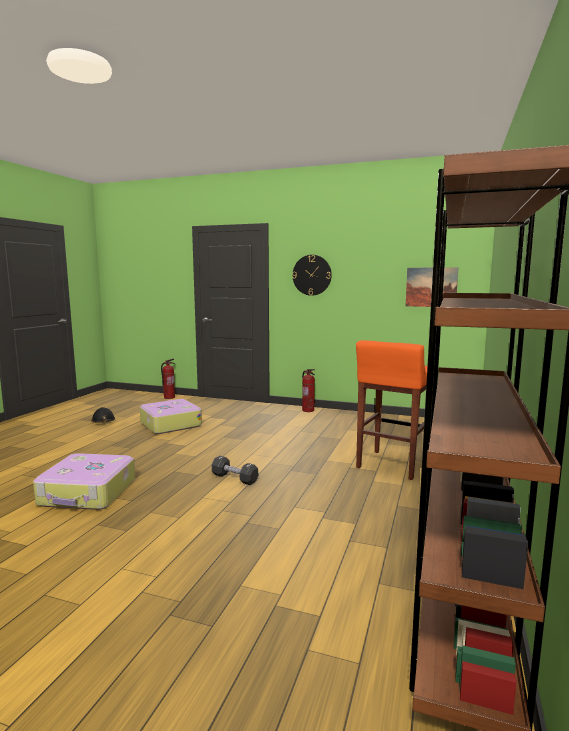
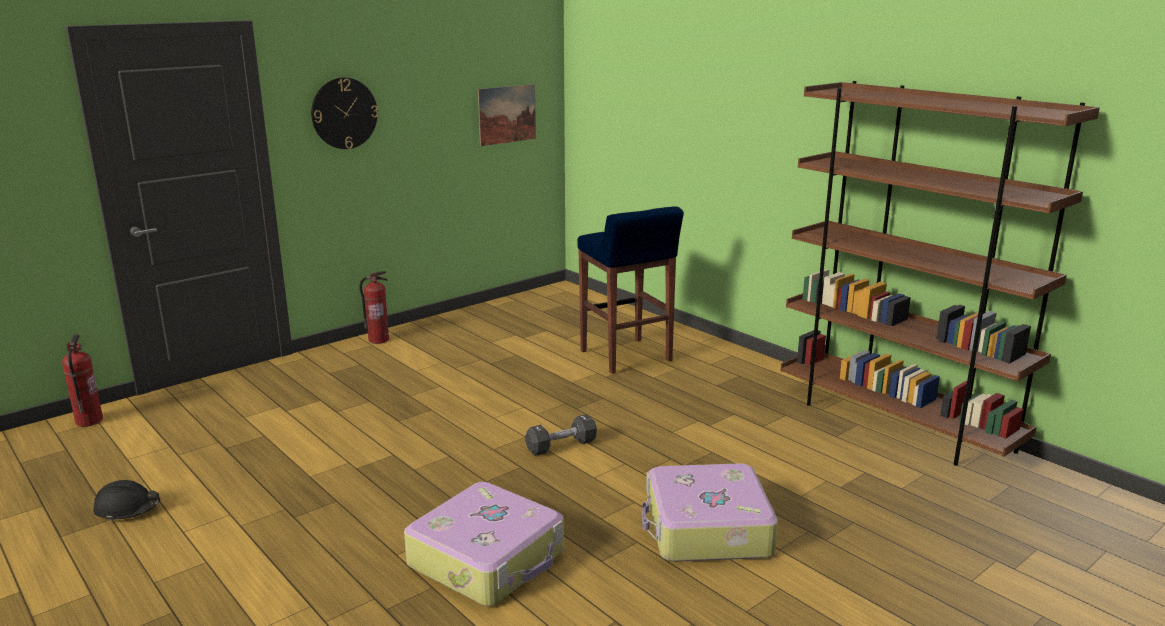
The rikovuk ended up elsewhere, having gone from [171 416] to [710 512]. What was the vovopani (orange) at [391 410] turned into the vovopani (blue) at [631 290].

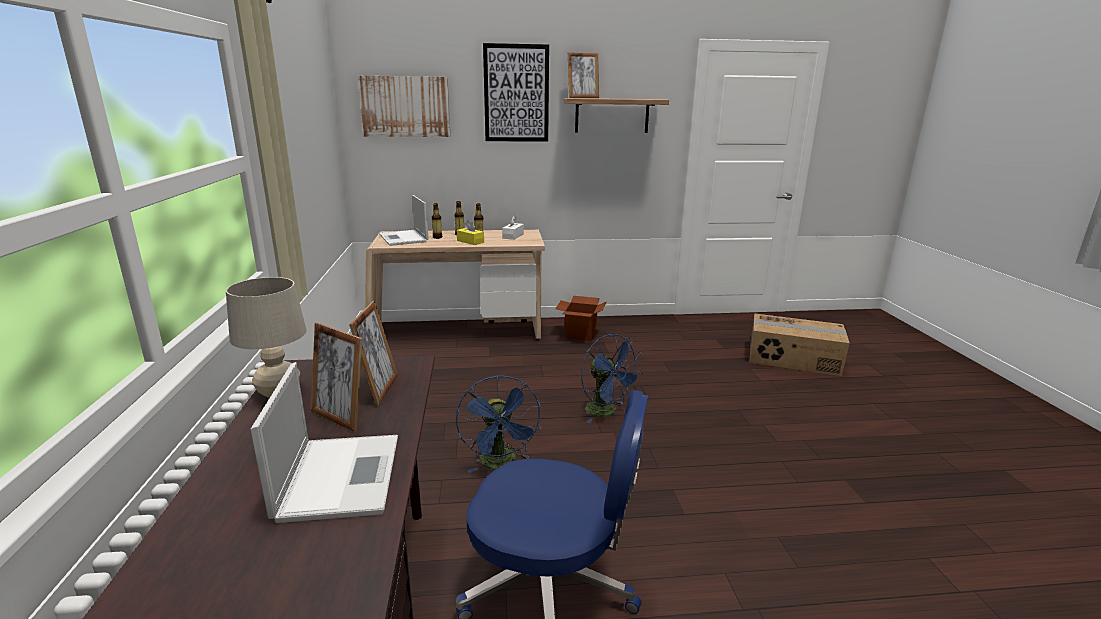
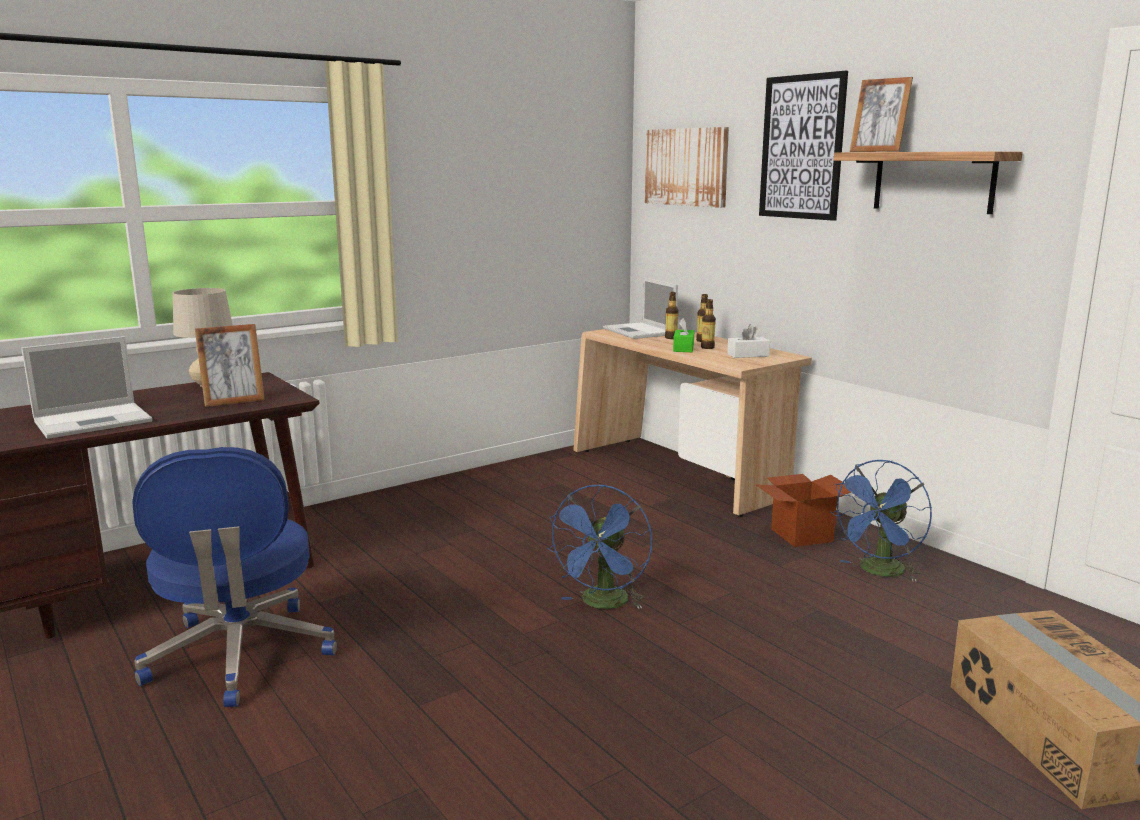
The second view lost the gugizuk at [336 377]. The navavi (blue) ended up elsewhere, having gone from [498 424] to [881 521]. What was the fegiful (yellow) at [470 232] turned into the fegiful (green) at [683 335]. The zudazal at [404 220] ended up facing another way, 60 degrees counterclockwise from before.

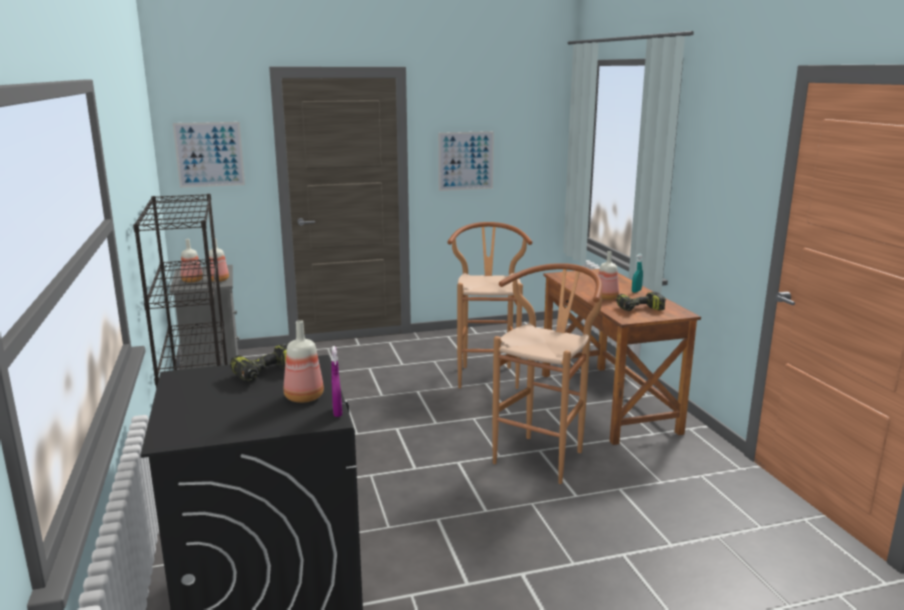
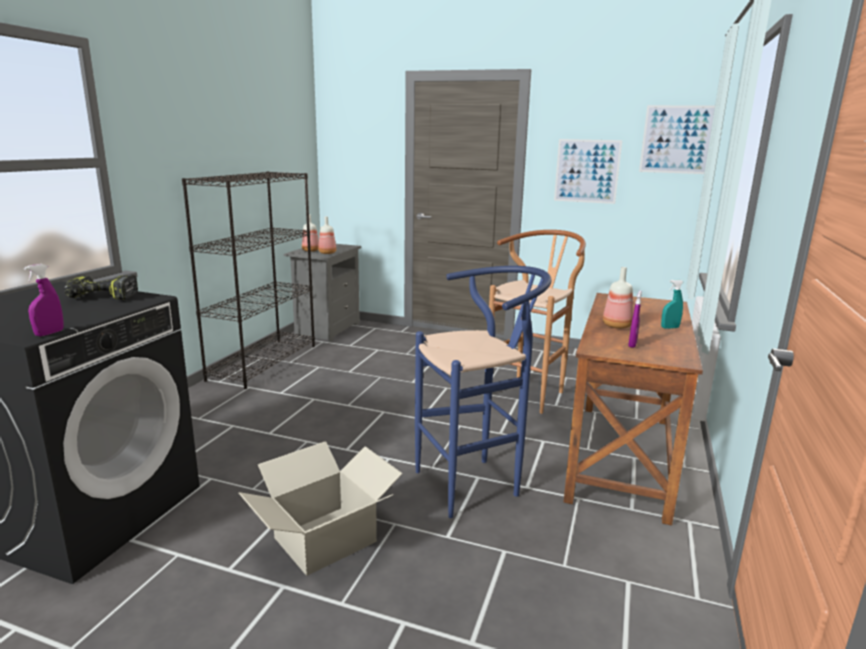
The second view lost the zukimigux at [304 361]. The second view gained the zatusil at [321 508]. The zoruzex ended up elsewhere, having gone from [209 155] to [677 139]. Where the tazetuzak stood at [641 301], the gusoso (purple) came to stand at [635 319]. What was the vovopani (brown) at [547 373] turned into the vovopani (blue) at [483 392].

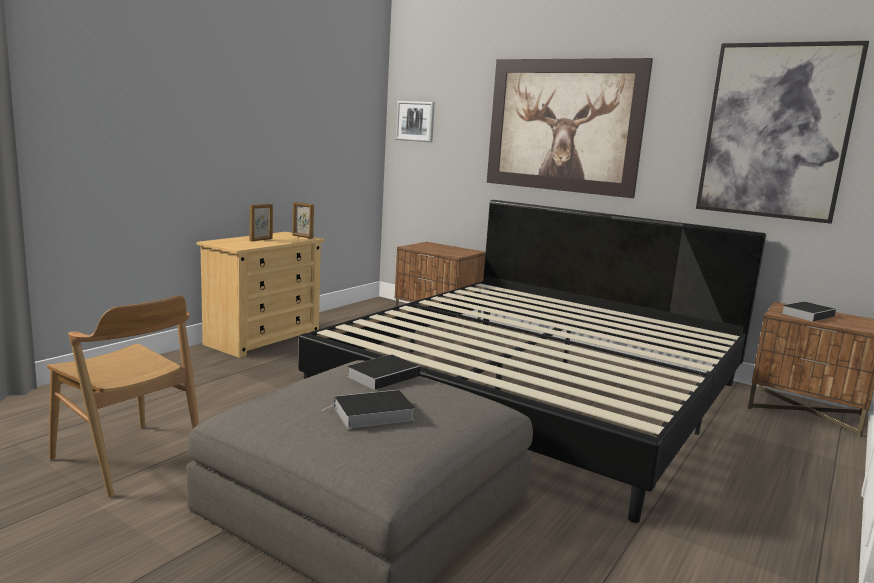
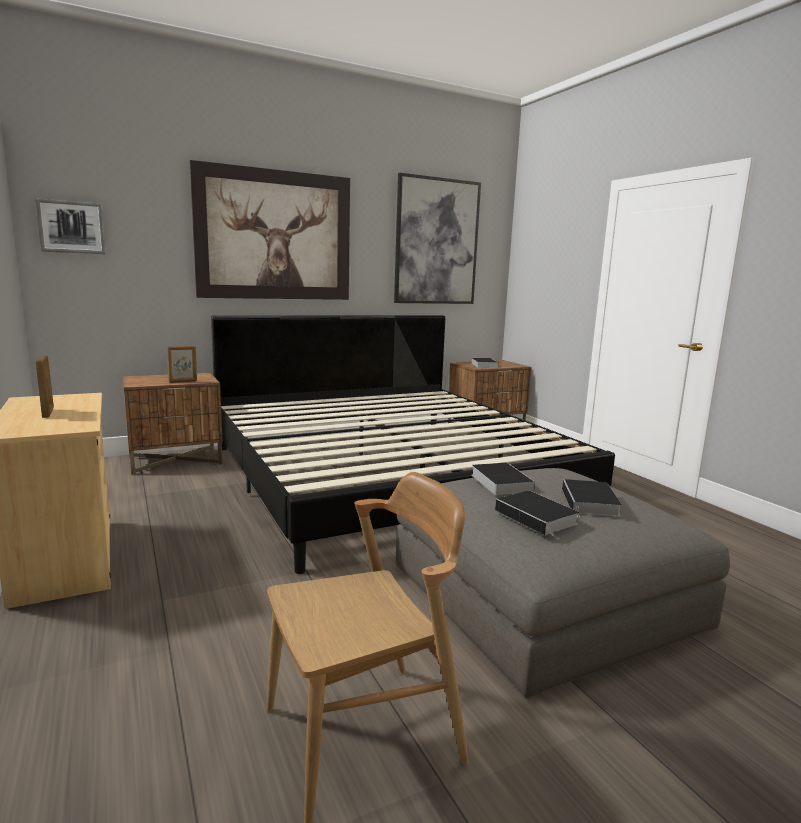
The second view gained the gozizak at [537 515]. The gugizuk ended up elsewhere, having gone from [303 220] to [182 364].

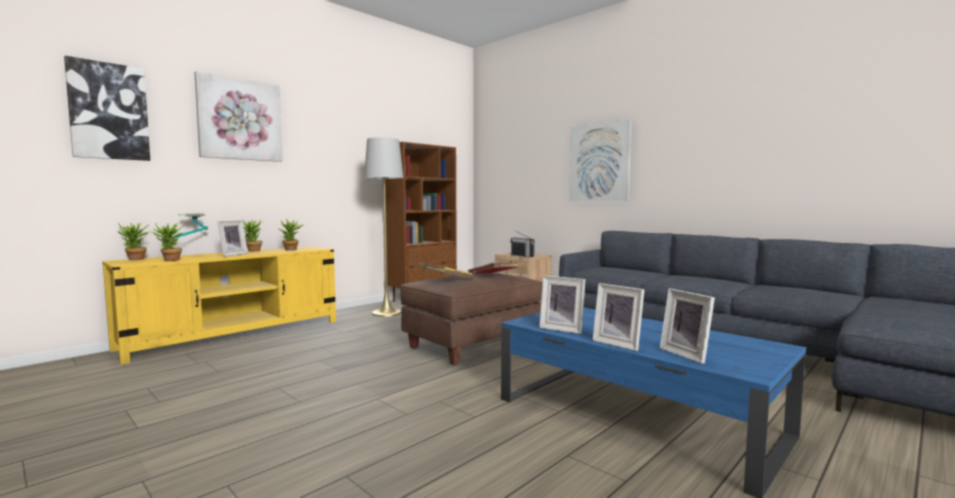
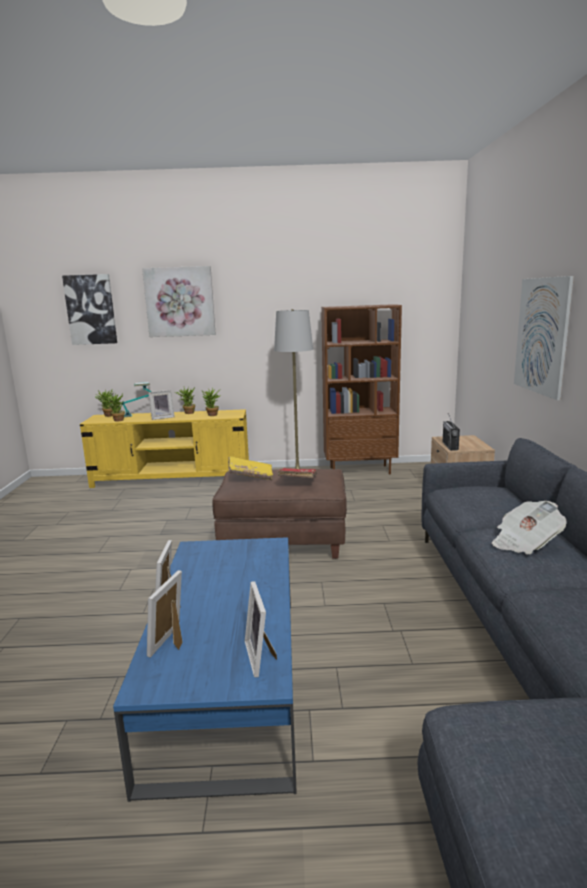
The second view gained the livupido at [529 528]. The gugizuk ended up elsewhere, having gone from [562 304] to [261 629].

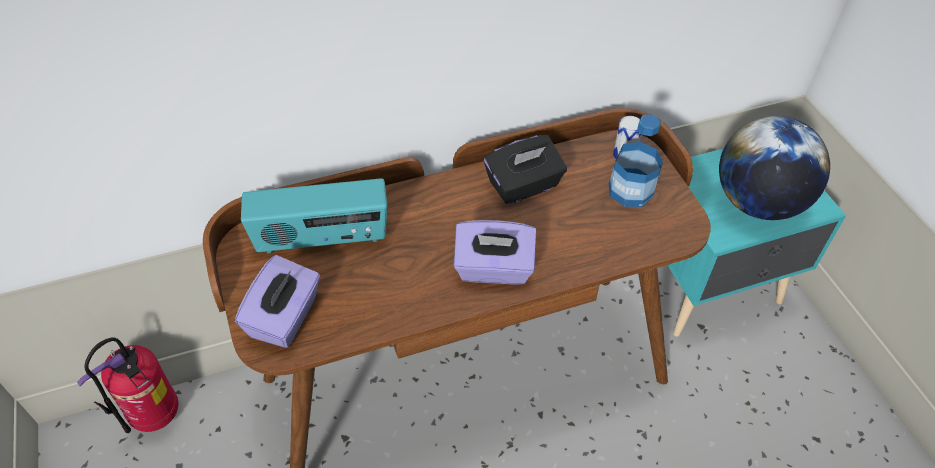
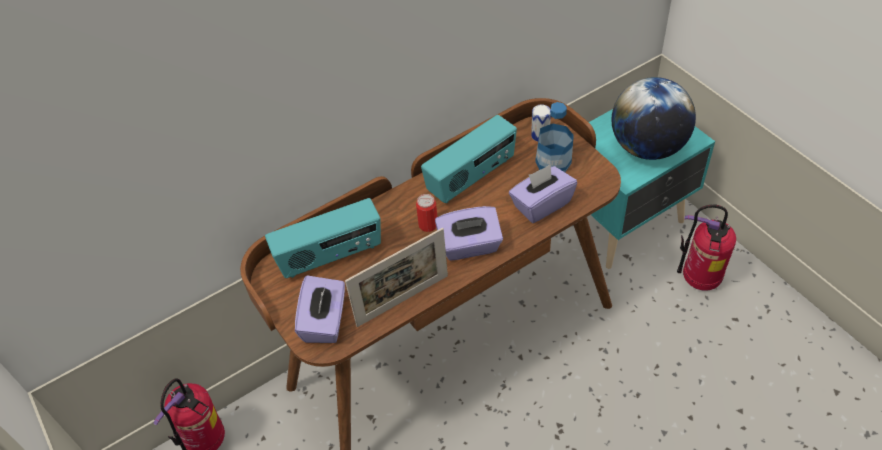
The second view gained the gugizuk at [396 277]. The second view gained the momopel at [426 213]. The second view gained the fegiful (purple) at [543 193]. The second view gained the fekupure at [706 247]. Where the fegiful (black) stood at [525 169], the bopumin came to stand at [469 159].

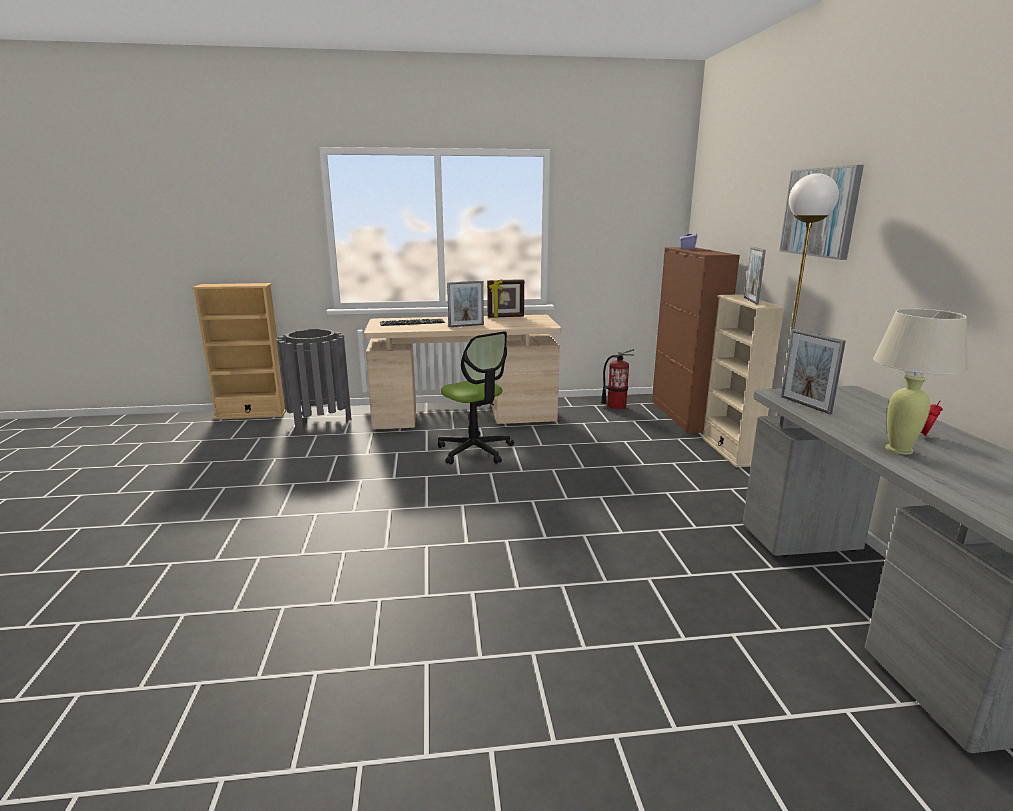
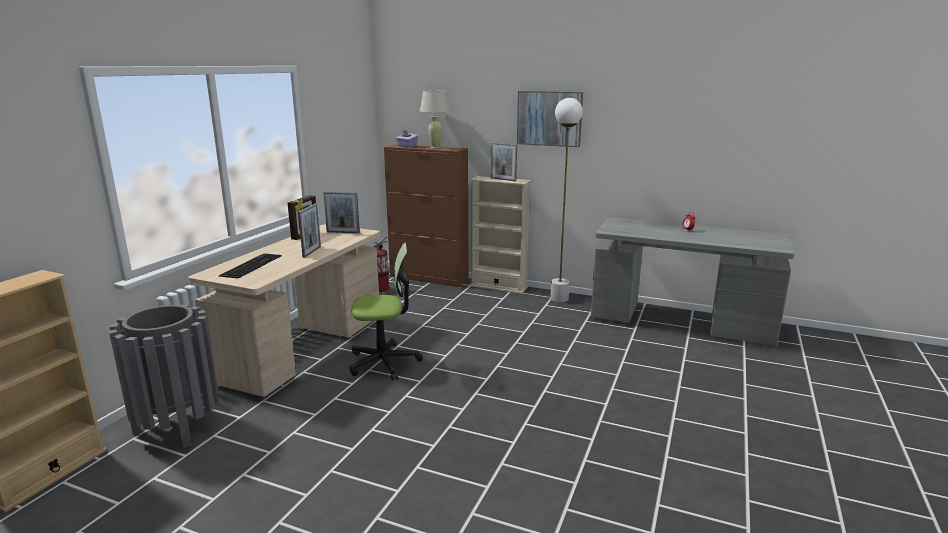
The gugizuk ended up elsewhere, having gone from [813 372] to [341 212]. The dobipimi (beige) ended up elsewhere, having gone from [920 381] to [435 119].

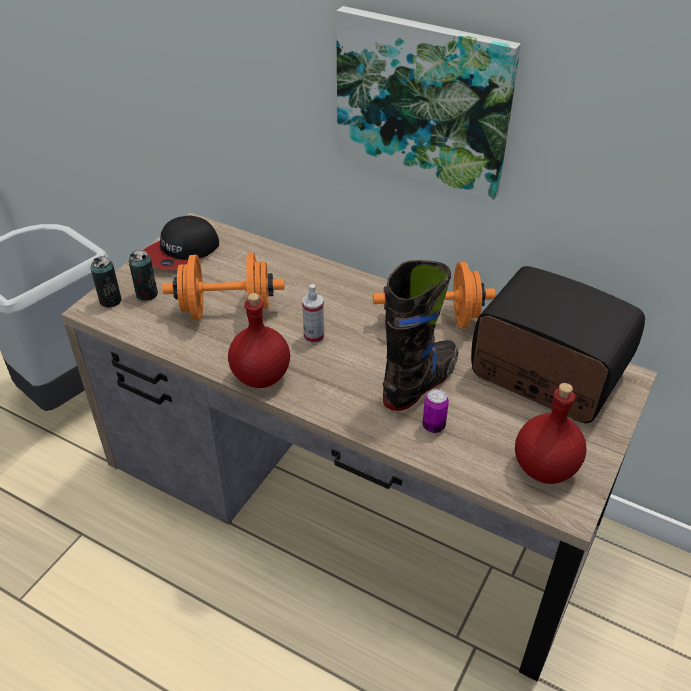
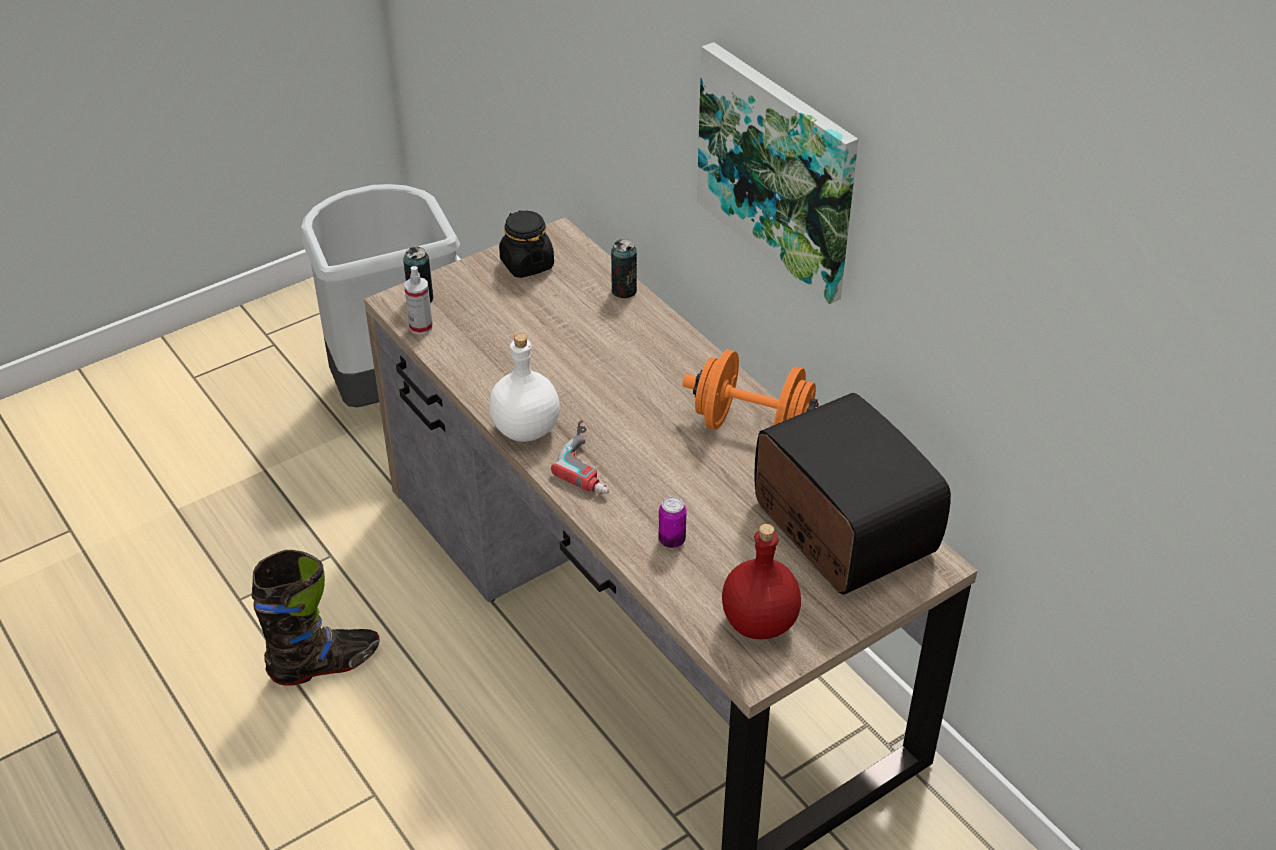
The second view lost the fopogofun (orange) at [223 286]. The second view gained the tazetuzak at [580 457]. The momopel ended up elsewhere, having gone from [143 275] to [624 268]. The gusoso ended up elsewhere, having gone from [313 314] to [418 300]. The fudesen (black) ended up elsewhere, having gone from [420 335] to [316 618]. Where the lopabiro stood at [181 242], the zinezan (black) came to stand at [526 244]. What was the zukimigux (red) at [259 340] turned into the zukimigux (white) at [524 387].

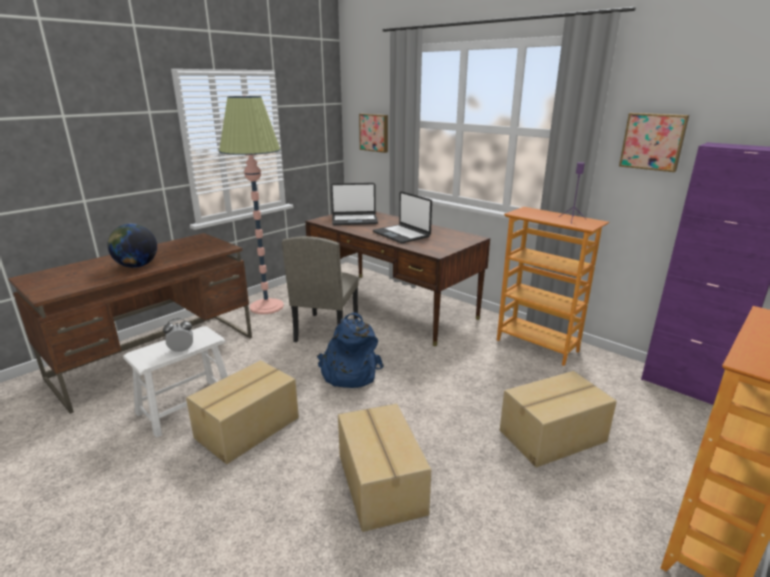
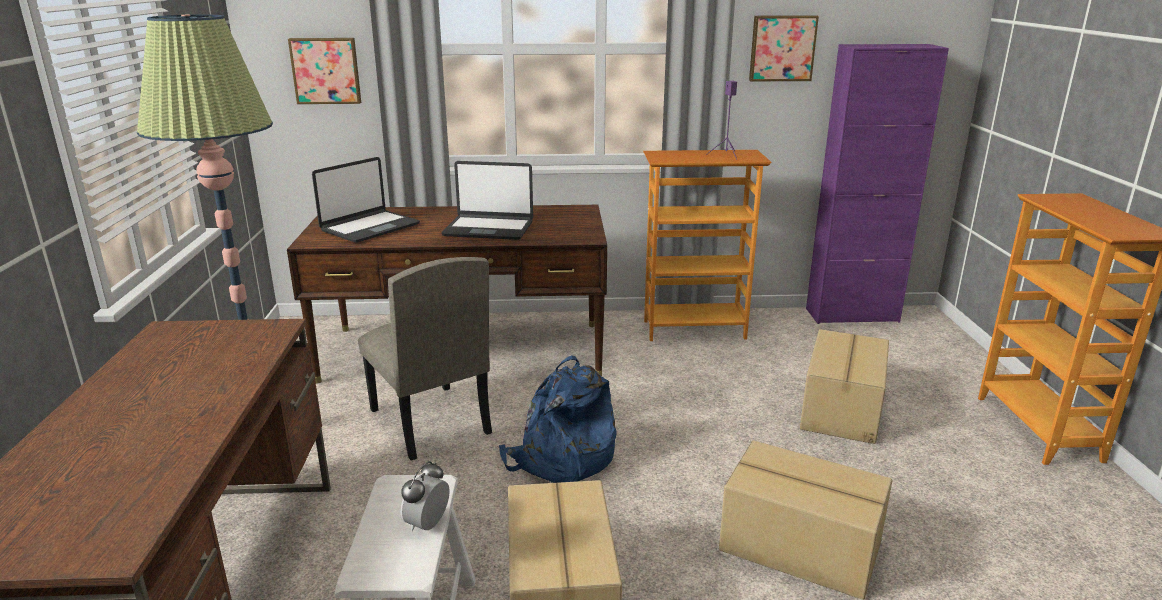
The second view lost the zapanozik at [132 246].

